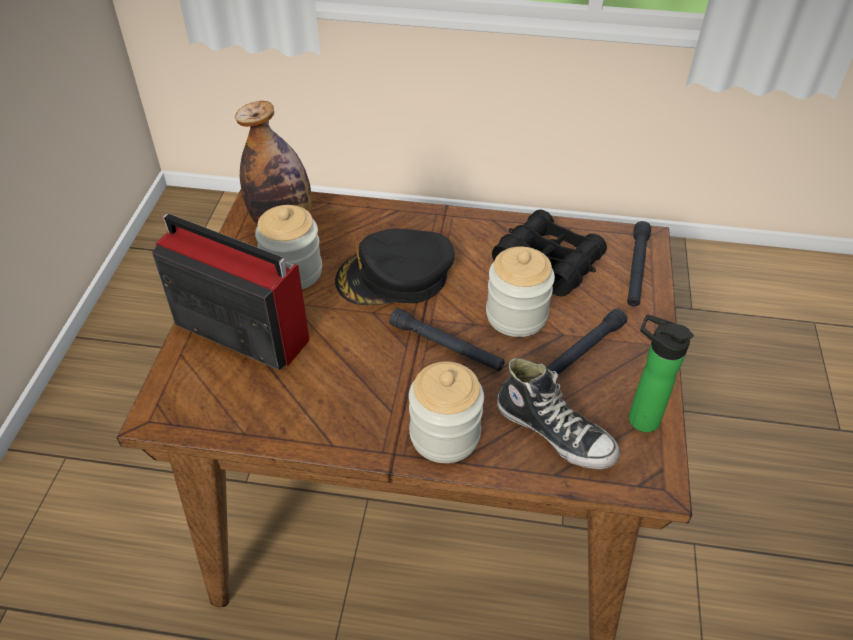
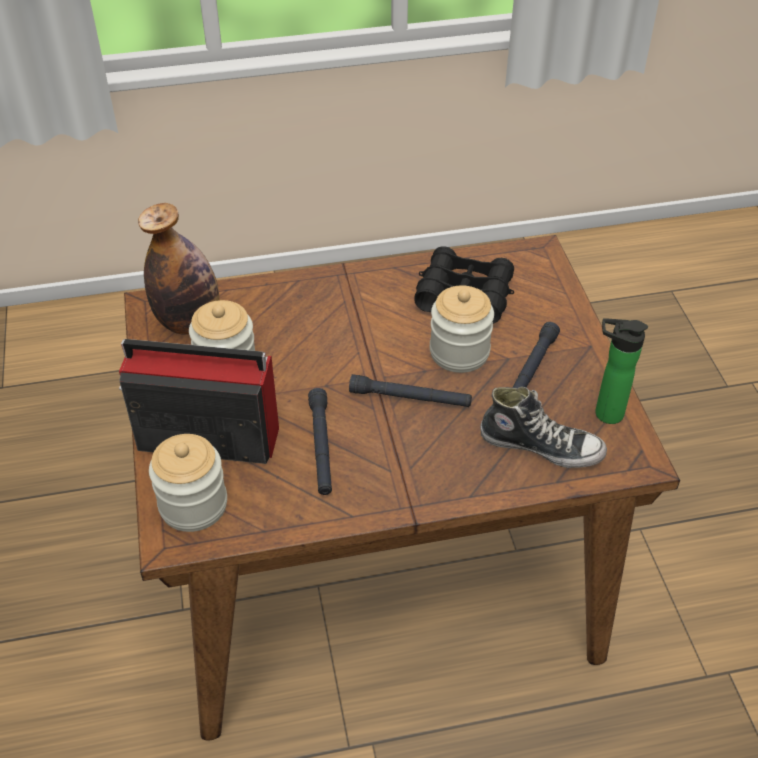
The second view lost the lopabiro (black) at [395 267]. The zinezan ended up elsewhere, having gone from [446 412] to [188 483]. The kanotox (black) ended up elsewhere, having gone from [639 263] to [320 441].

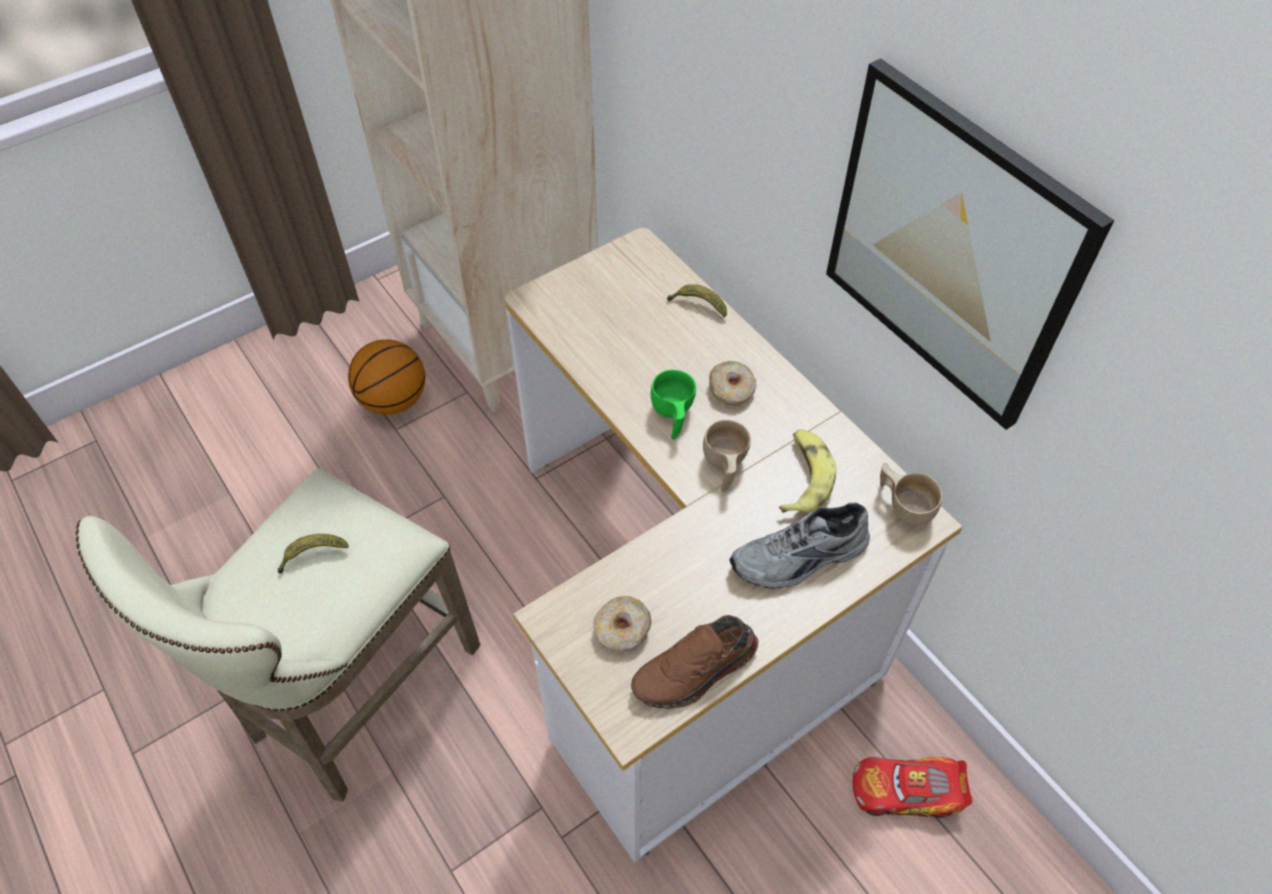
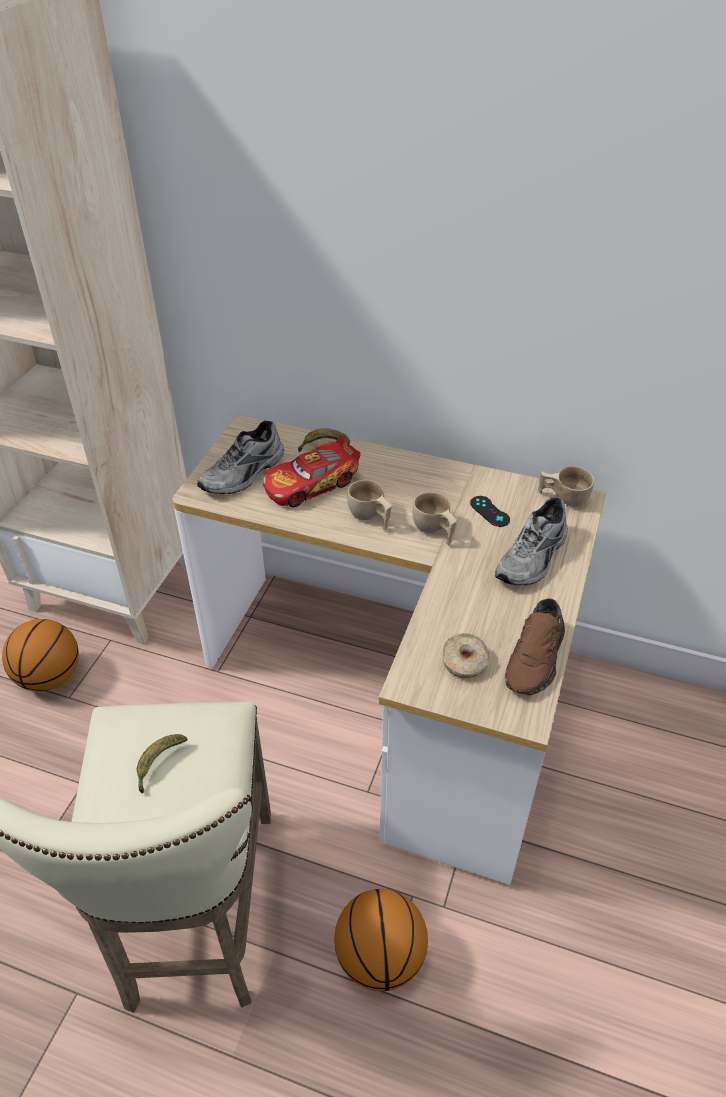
The second view lost the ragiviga at [733 383]. The second view lost the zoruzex at [970 244]. The second view gained the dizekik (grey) at [240 457]. The second view gained the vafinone at [381 940]. The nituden ended up elsewhere, having gone from [912 787] to [312 471]. Where the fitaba stood at [807 471], the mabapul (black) came to stand at [490 511]. What was the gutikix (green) at [673 404] turned into the gutikix (beige) at [369 505].

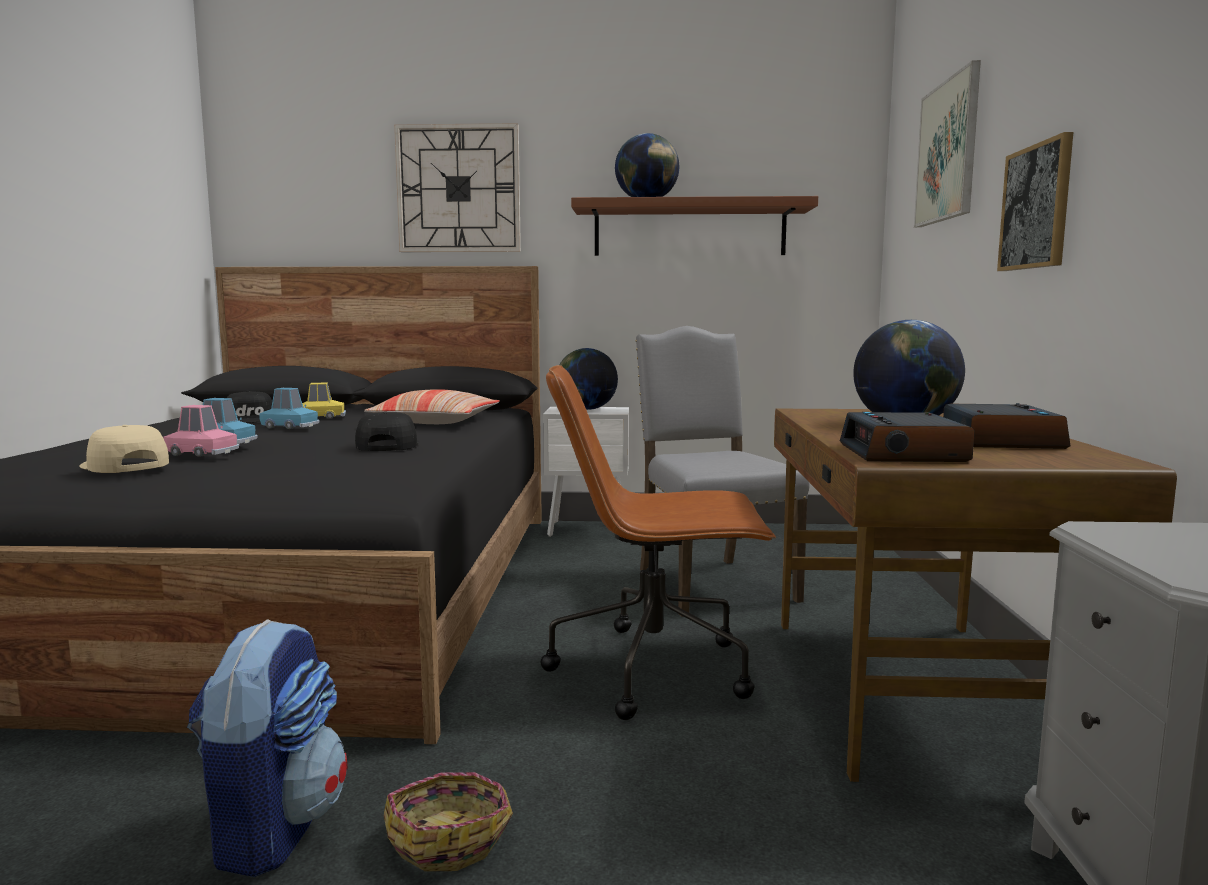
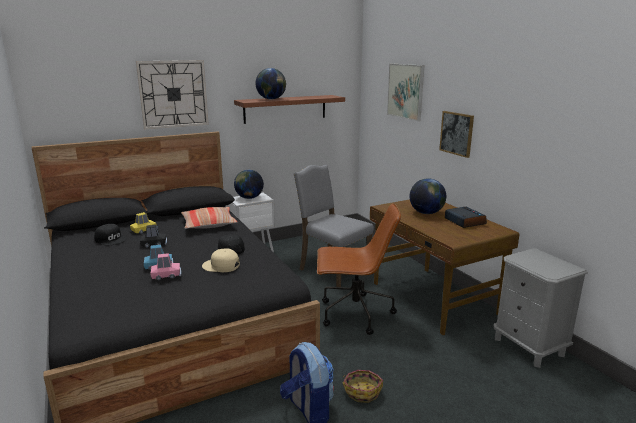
The second view lost the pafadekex at [907 437]. The lopabiro (beige) ended up elsewhere, having gone from [124 449] to [221 260]. What was the nituden (blue) at [289 408] turned into the nituden (black) at [153 236]. The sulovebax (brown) at [658 542] ended up facing another way, 150 degrees counterclockwise from before.

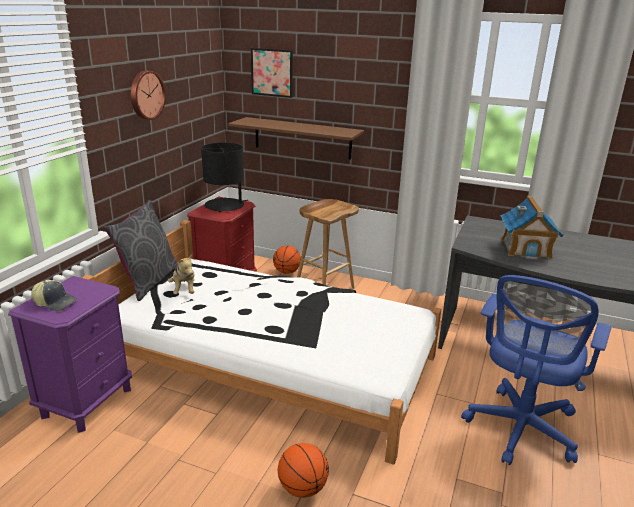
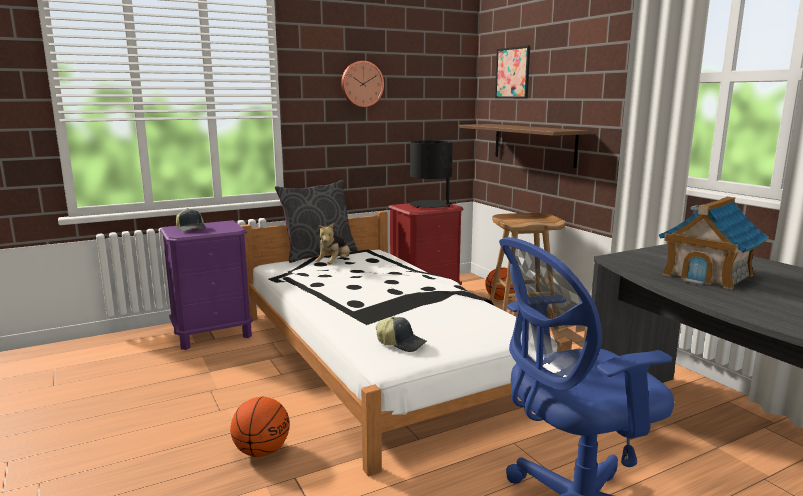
The second view gained the lopabiro at [401 334].

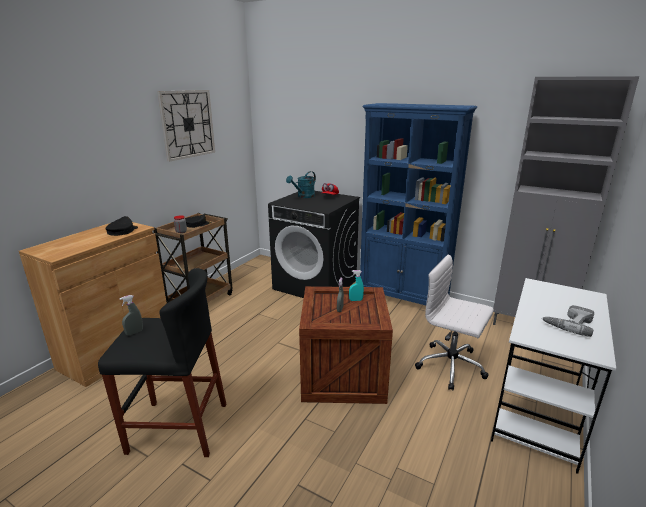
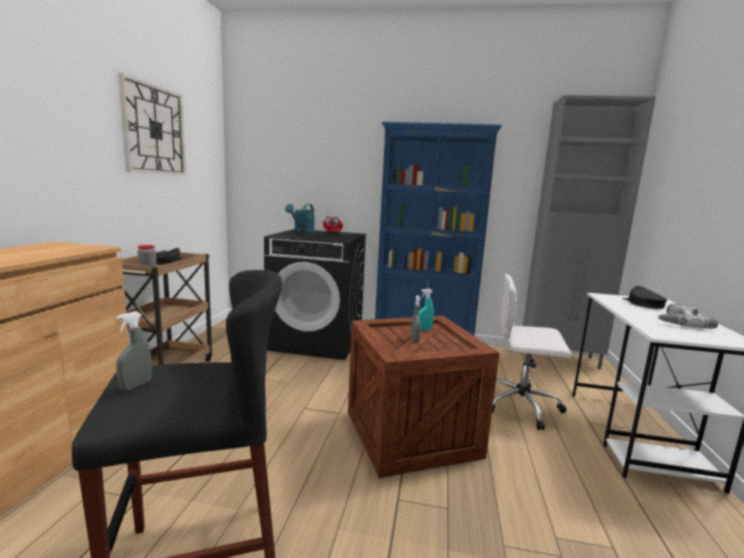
The lopabiro (black) ended up elsewhere, having gone from [121 226] to [644 297].

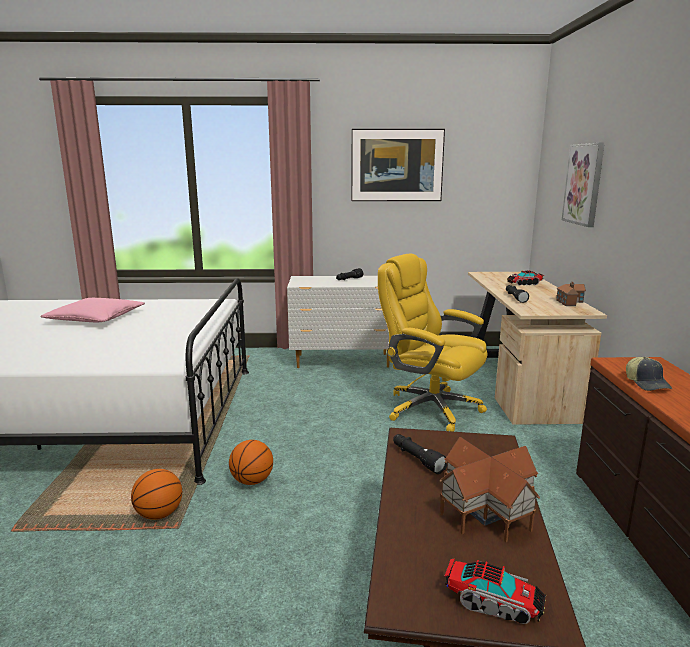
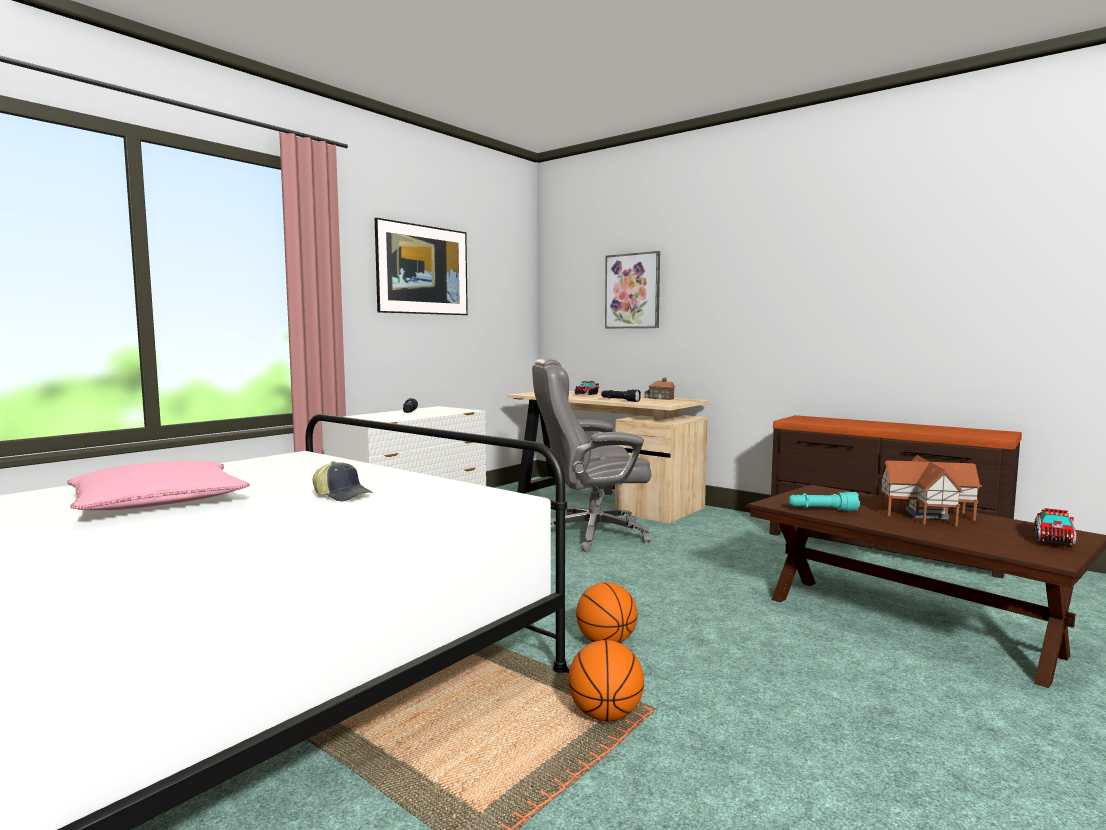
The lopabiro ended up elsewhere, having gone from [649 374] to [342 481]. What was the sulovebax (yellow) at [432 343] turned into the sulovebax (grey) at [592 455]. What was the kanotox (black) at [420 454] turned into the kanotox (turquoise) at [824 501]. The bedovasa at [495 591] ended up facing another way, 150 degrees clockwise from before.

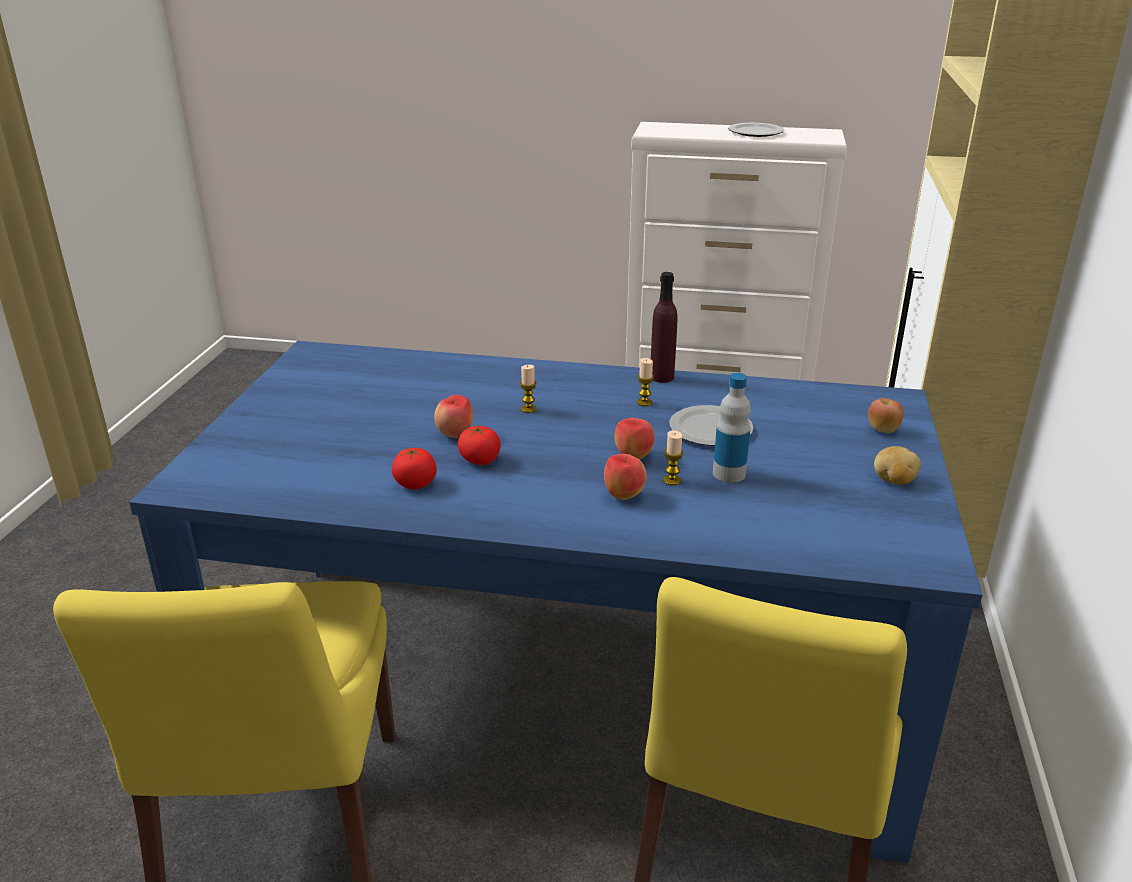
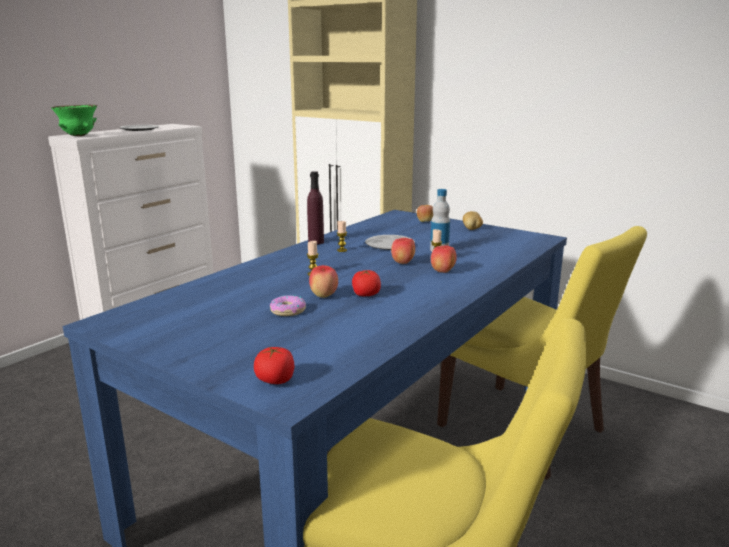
The second view gained the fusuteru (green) at [74 120]. The second view gained the ragiviga at [288 305]. The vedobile ended up elsewhere, having gone from [414 468] to [274 365].

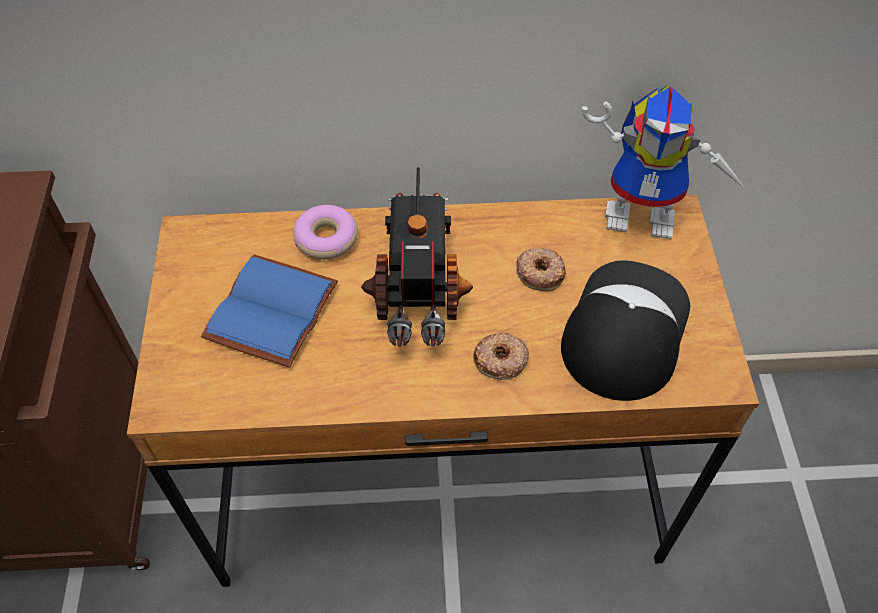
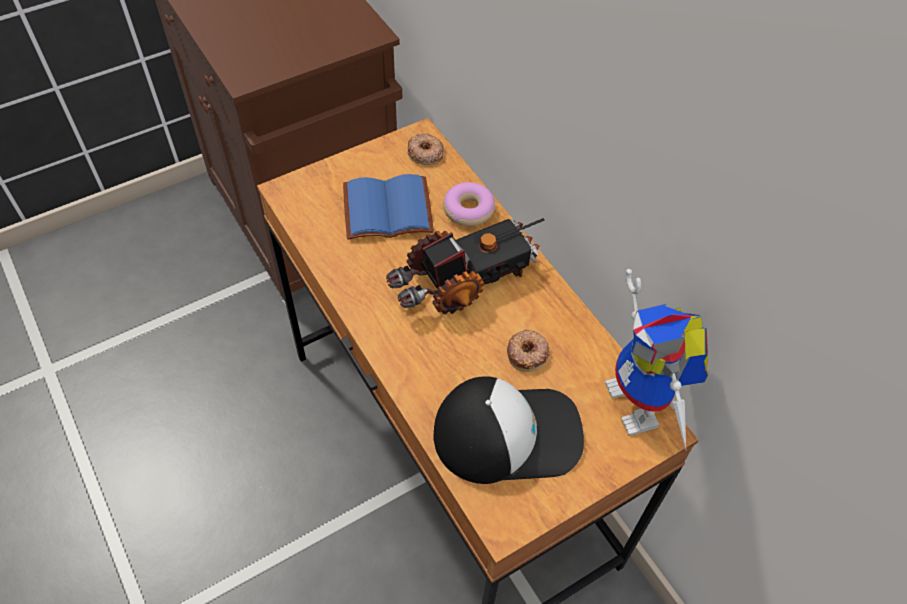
The ragiviga ended up elsewhere, having gone from [501 356] to [426 149].

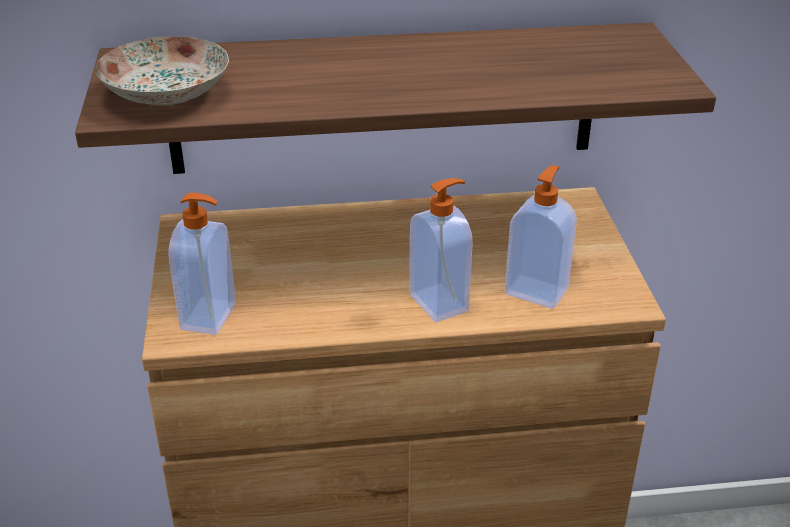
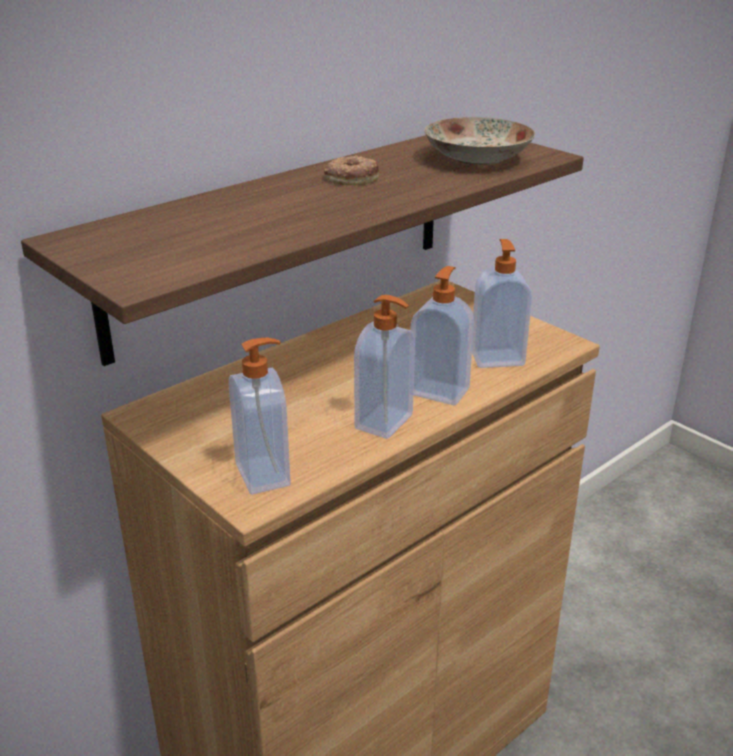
The second view gained the ragiviga at [351 170]. The second view gained the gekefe at [384 367]. The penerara ended up elsewhere, having gone from [162 71] to [479 141].

